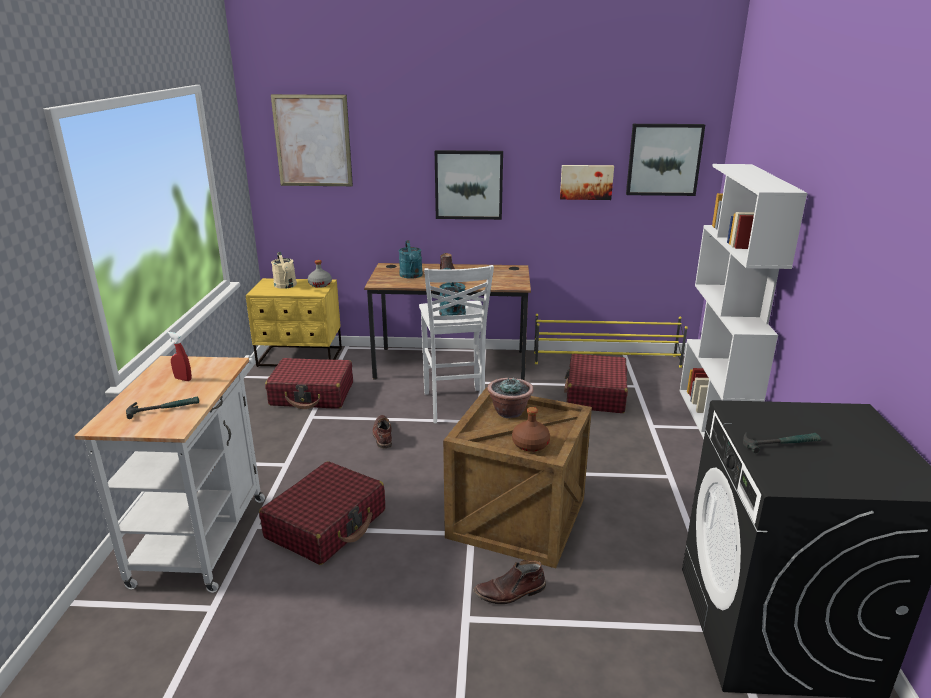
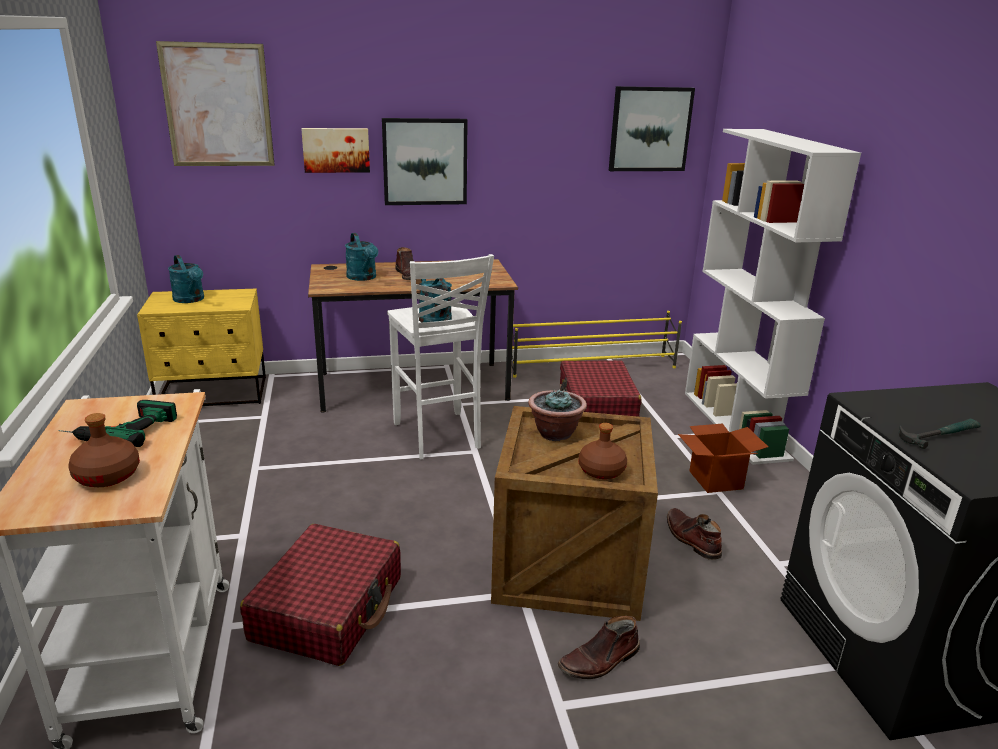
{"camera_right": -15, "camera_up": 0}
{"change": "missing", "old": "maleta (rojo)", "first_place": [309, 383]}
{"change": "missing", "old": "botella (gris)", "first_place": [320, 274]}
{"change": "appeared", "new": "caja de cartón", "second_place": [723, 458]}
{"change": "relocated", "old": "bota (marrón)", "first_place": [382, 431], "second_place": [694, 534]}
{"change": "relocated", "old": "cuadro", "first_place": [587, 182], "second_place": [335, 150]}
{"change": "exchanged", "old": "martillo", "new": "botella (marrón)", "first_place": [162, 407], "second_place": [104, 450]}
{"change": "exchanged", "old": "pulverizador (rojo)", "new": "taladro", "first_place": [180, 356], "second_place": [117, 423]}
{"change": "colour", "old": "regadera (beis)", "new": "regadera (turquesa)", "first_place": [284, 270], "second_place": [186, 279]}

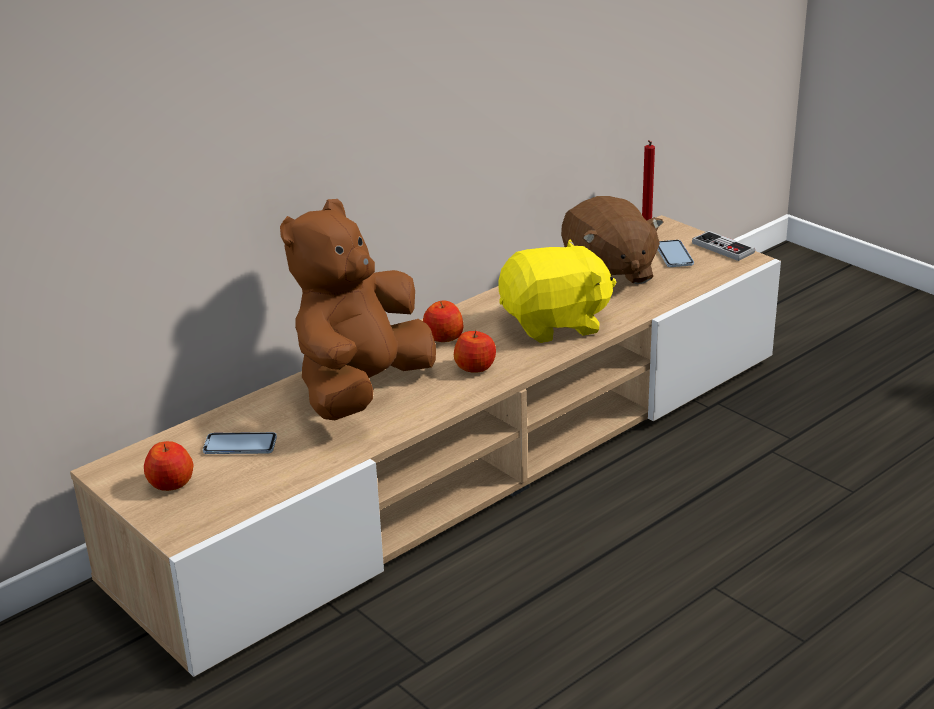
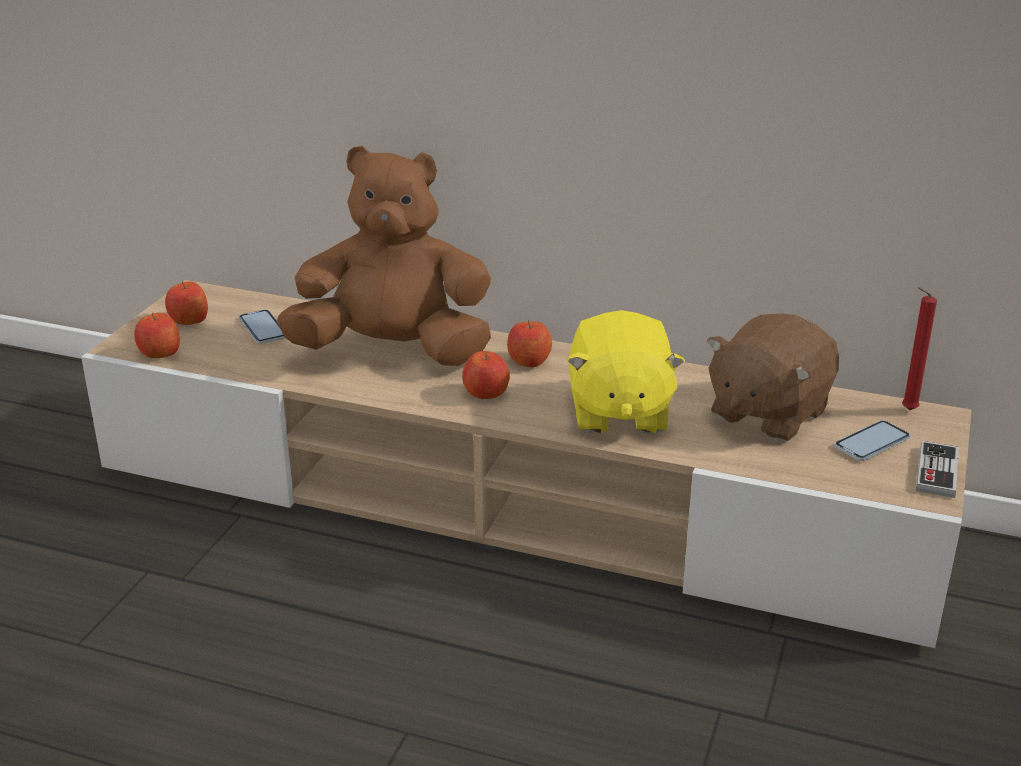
{"camera_right": 60, "camera_up": 0}
{"change": "appeared", "new": "manzana", "second_place": [157, 335]}
{"change": "spun", "old": "peluche (amarillo)", "first_place": [557, 291], "second_place": [625, 371], "degrees": 45}

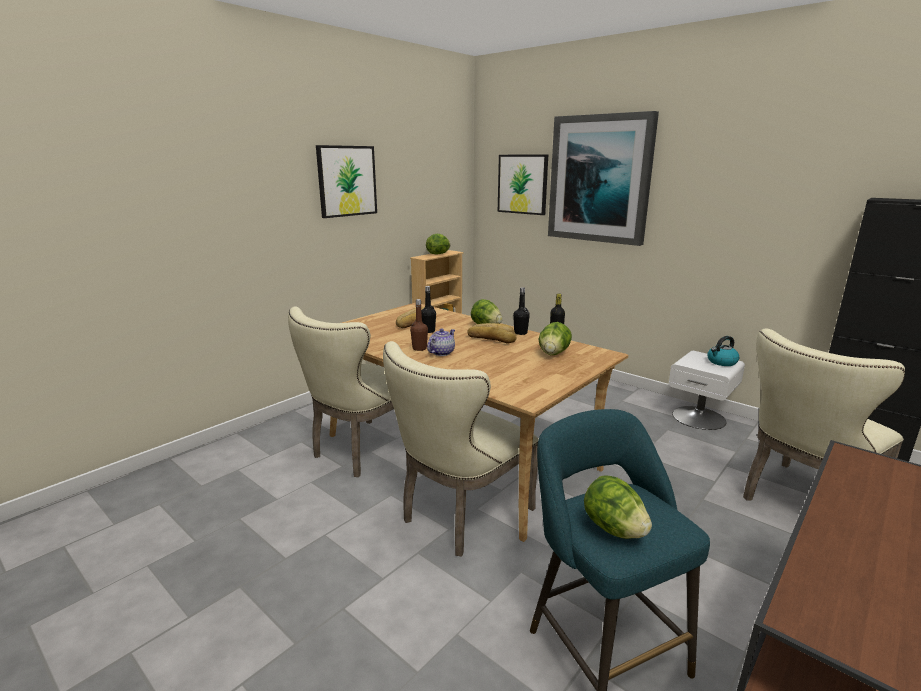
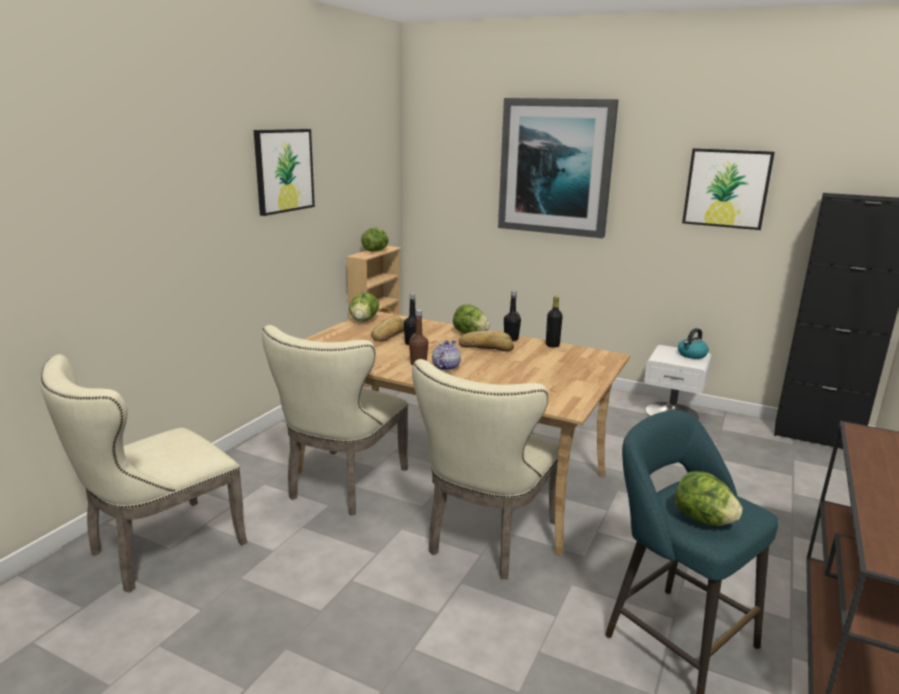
{"camera_right": -15, "camera_up": 0}
{"change": "relocated", "old": "cuadro", "first_place": [523, 184], "second_place": [728, 189]}
{"change": "relocated", "old": "lechuga", "first_place": [555, 338], "second_place": [364, 307]}
{"change": "relocated", "old": "silla (beis)", "first_place": [824, 414], "second_place": [143, 473]}

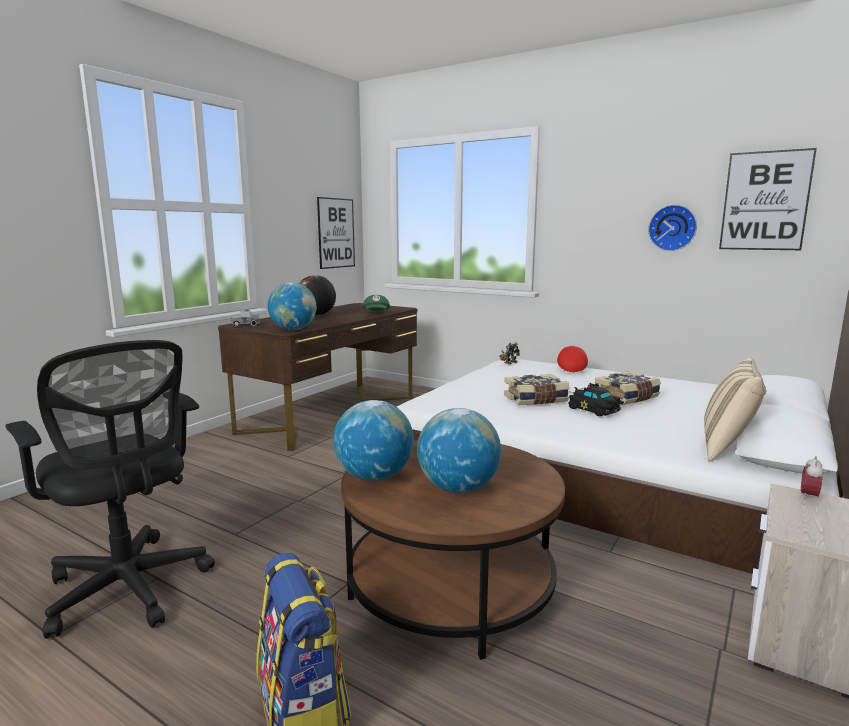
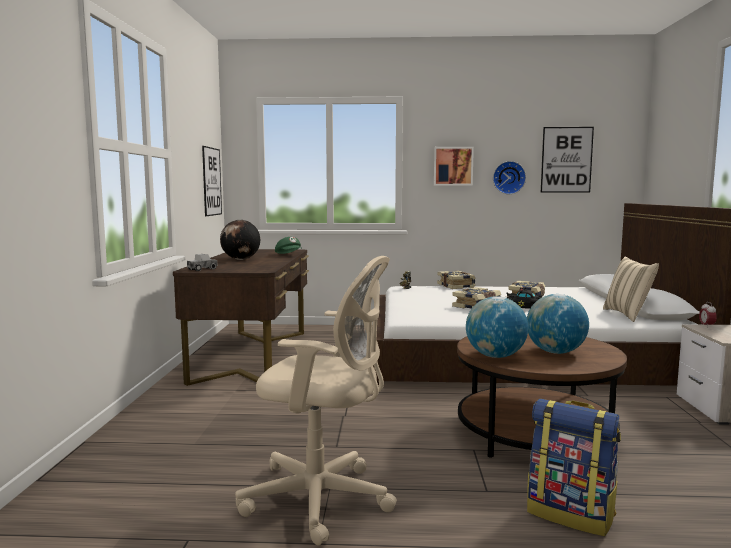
{"camera_right": -30, "camera_up": -5}
{"change": "missing", "old": "globo terráqueo", "first_place": [292, 306]}
{"change": "appeared", "new": "cuadro", "second_place": [454, 166]}
{"change": "exchanged", "old": "gorra (rojo)", "new": "libro", "first_place": [572, 358], "second_place": [456, 280]}
{"change": "colour", "old": "silla de oficina (negro)", "new": "silla de oficina (beis)", "first_place": [110, 489], "second_place": [316, 400]}

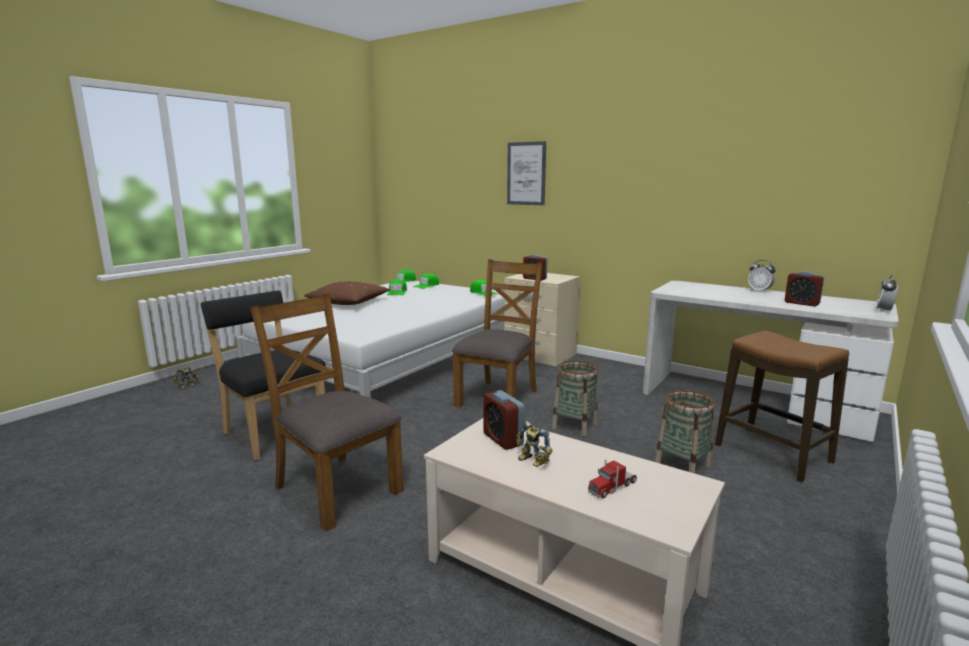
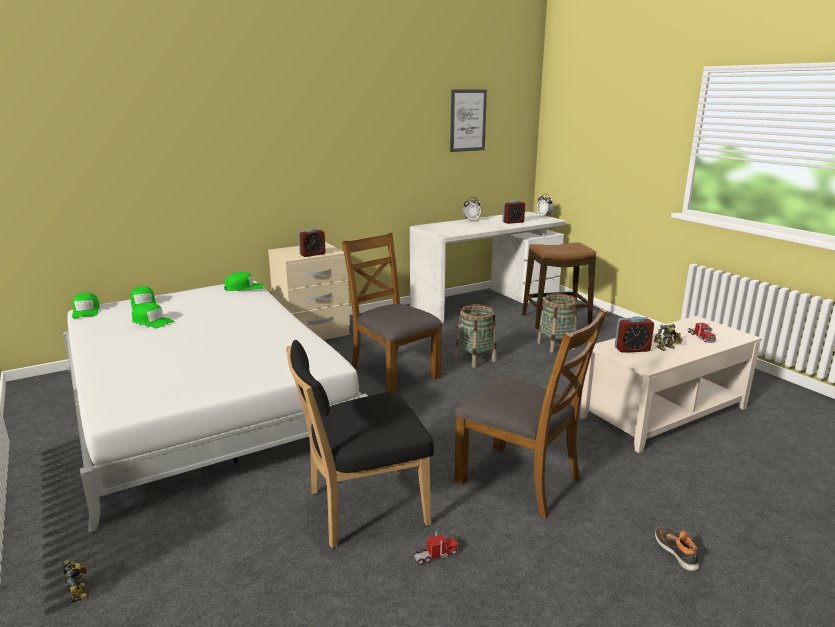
{"camera_right": -65, "camera_up": 5}
{"change": "missing", "old": "cojín (marrón)", "first_place": [347, 293]}
{"change": "appeared", "new": "camión de juguete", "second_place": [435, 548]}
{"change": "appeared", "new": "zapato", "second_place": [677, 549]}
{"change": "relocated", "old": "cuadro", "first_place": [526, 173], "second_place": [468, 121]}
{"change": "spun", "old": "silla (marrón)", "first_place": [326, 412], "second_place": [530, 413], "degrees": -120}

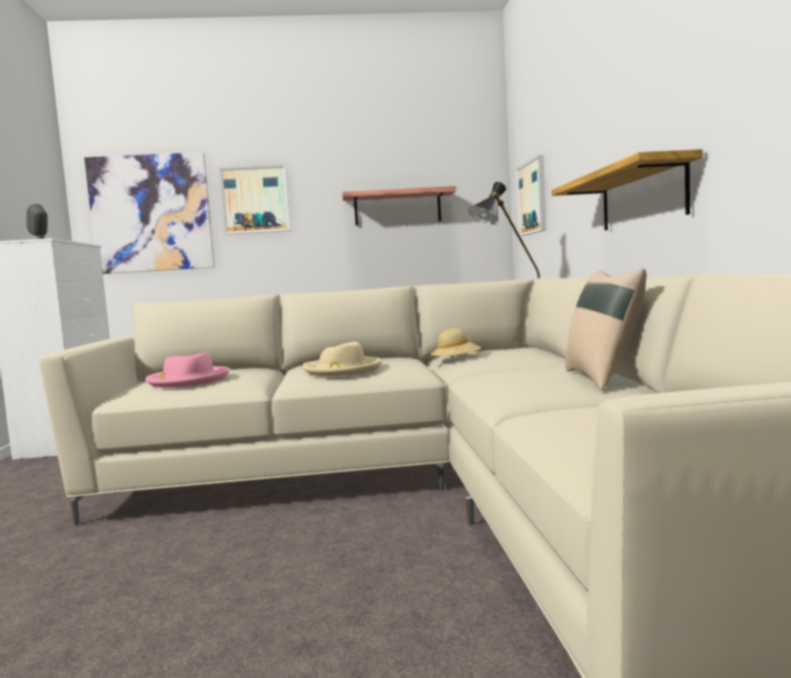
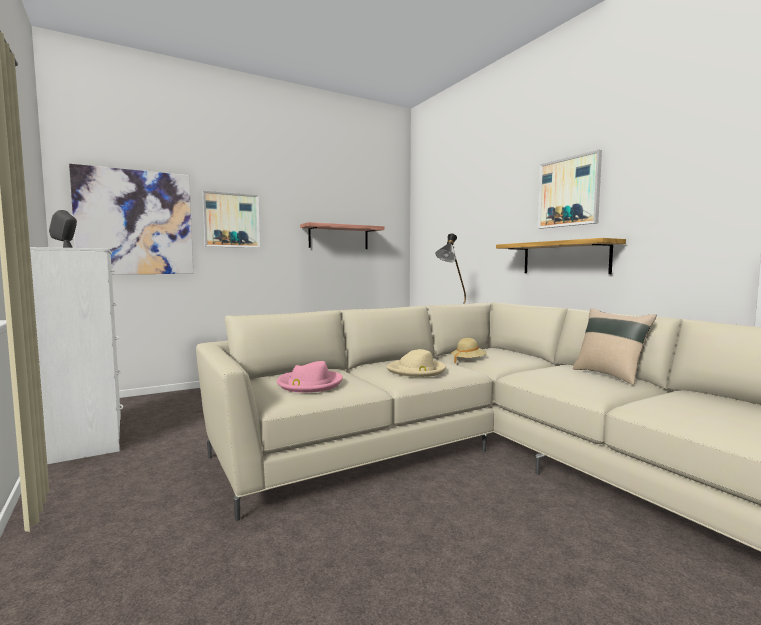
{"camera_right": -25, "camera_up": 0}
{"change": "relocated", "old": "cuadro", "first_place": [531, 195], "second_place": [570, 189]}

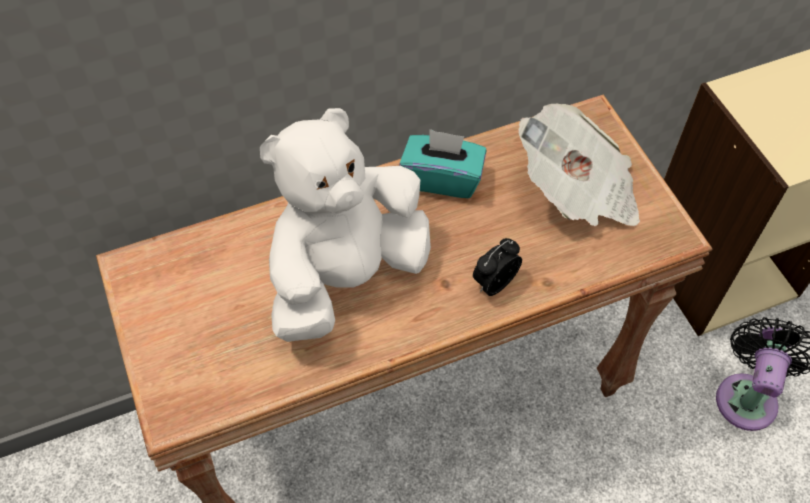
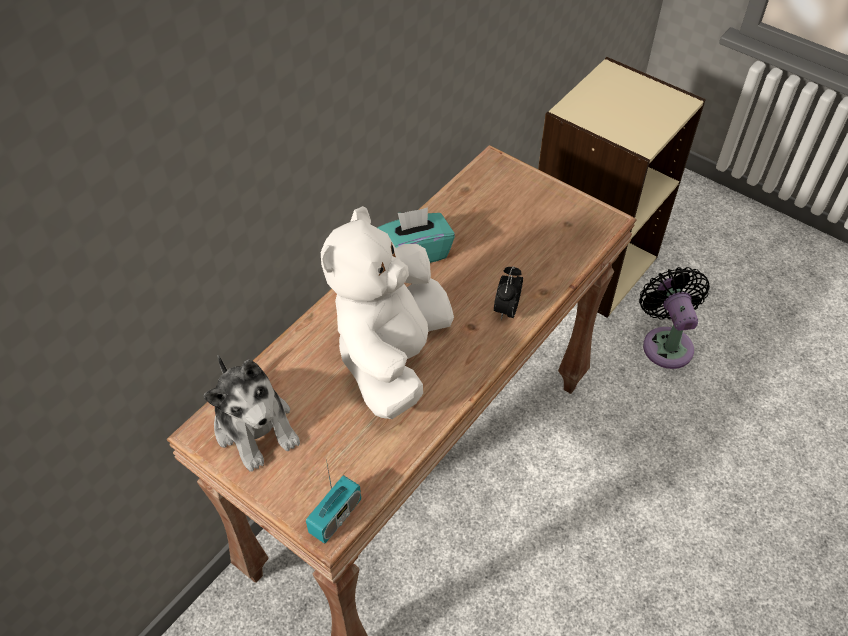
{"camera_right": -30, "camera_up": -5}
{"change": "missing", "old": "periódico", "first_place": [579, 165]}
{"change": "appeared", "new": "peluche", "second_place": [251, 413]}
{"change": "appeared", "new": "radio", "second_place": [333, 501]}

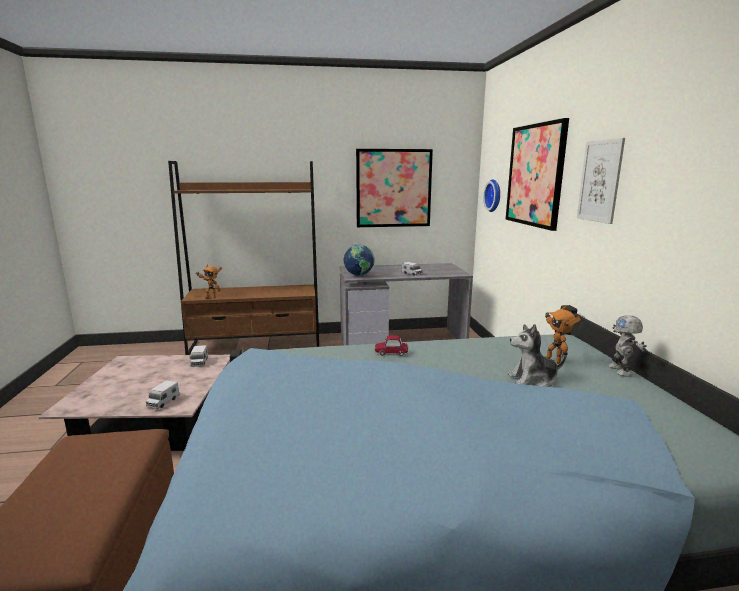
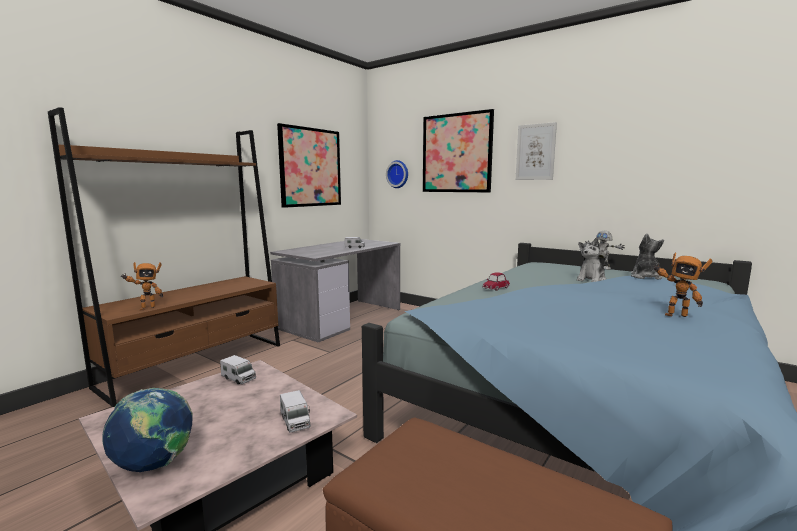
{"camera_right": -45, "camera_up": -5}
{"change": "appeared", "new": "peluche", "second_place": [647, 256]}
{"change": "relocated", "old": "globo terráqueo", "first_place": [359, 260], "second_place": [147, 430]}
{"change": "relocated", "old": "robot de juguete", "first_place": [563, 335], "second_place": [682, 285]}

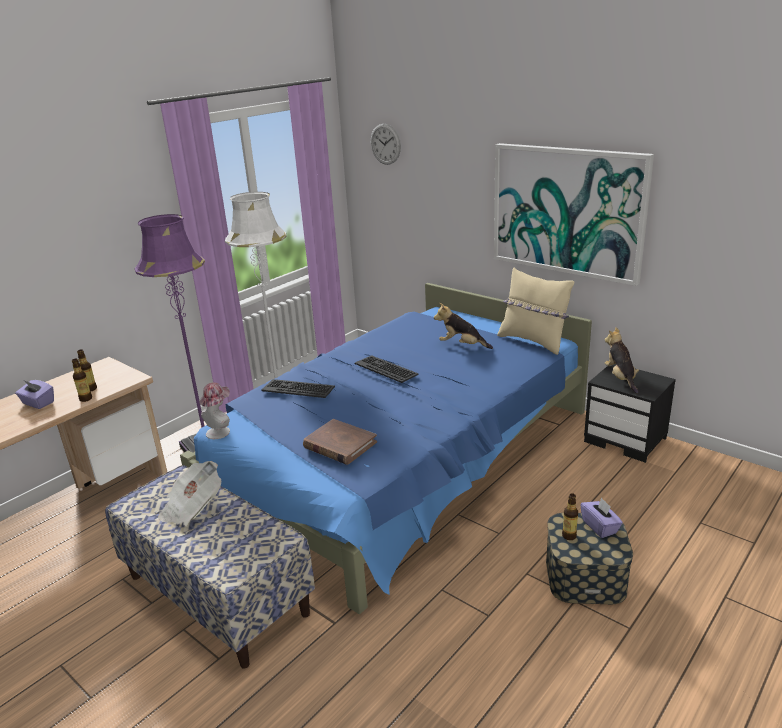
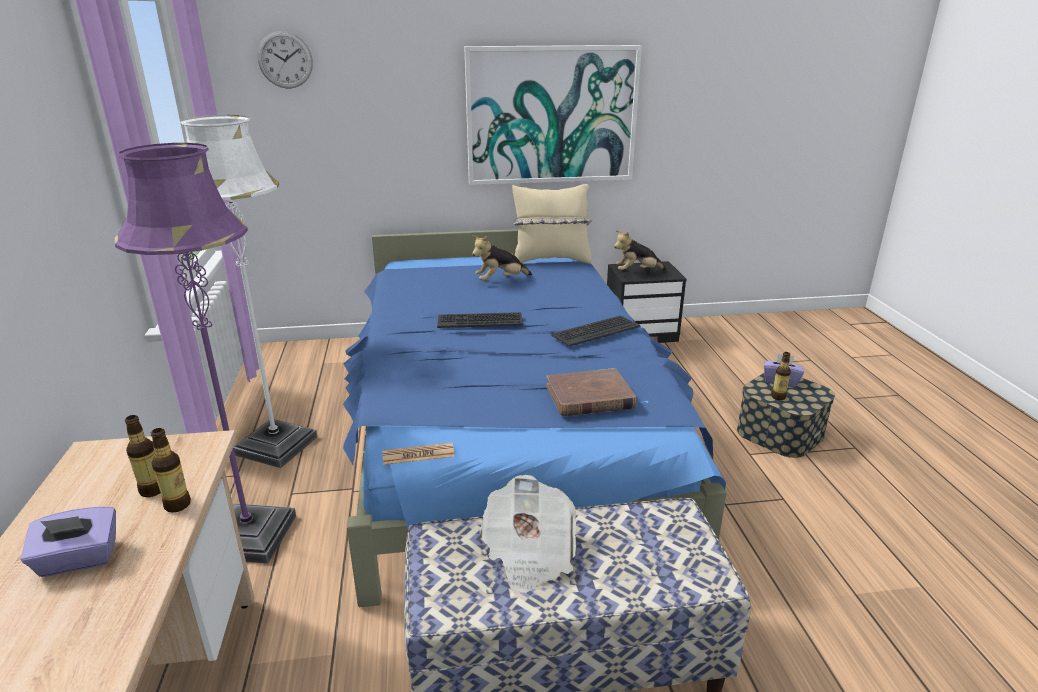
{"camera_right": -50, "camera_up": 0}
{"change": "relocated", "old": "teclado", "first_place": [298, 388], "second_place": [595, 330]}
{"change": "exchanged", "old": "sombrero", "new": "periódico", "first_place": [215, 410], "second_place": [419, 454]}
{"change": "spun", "old": "peluche", "first_place": [622, 360], "second_place": [640, 250], "degrees": -45}

